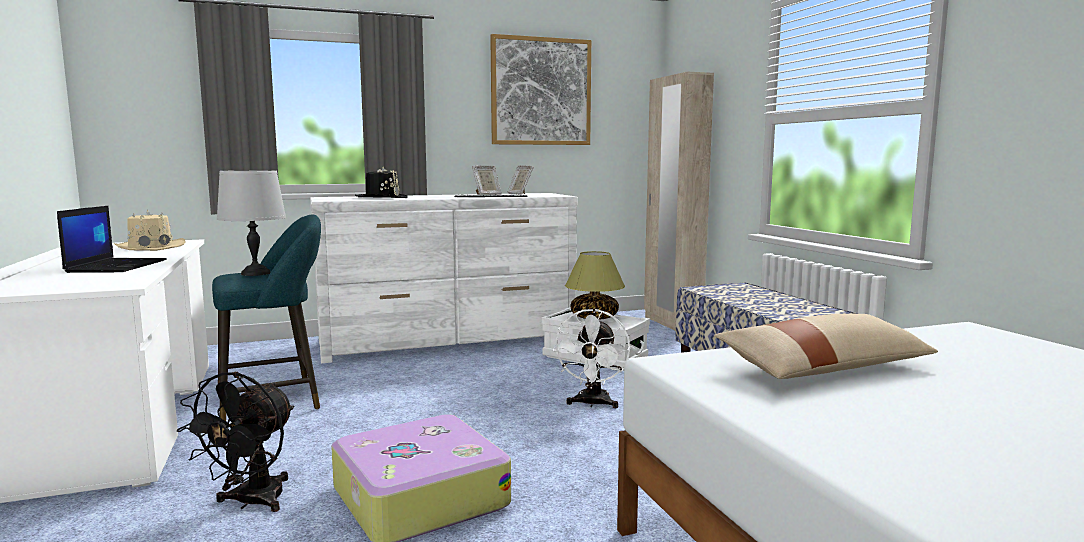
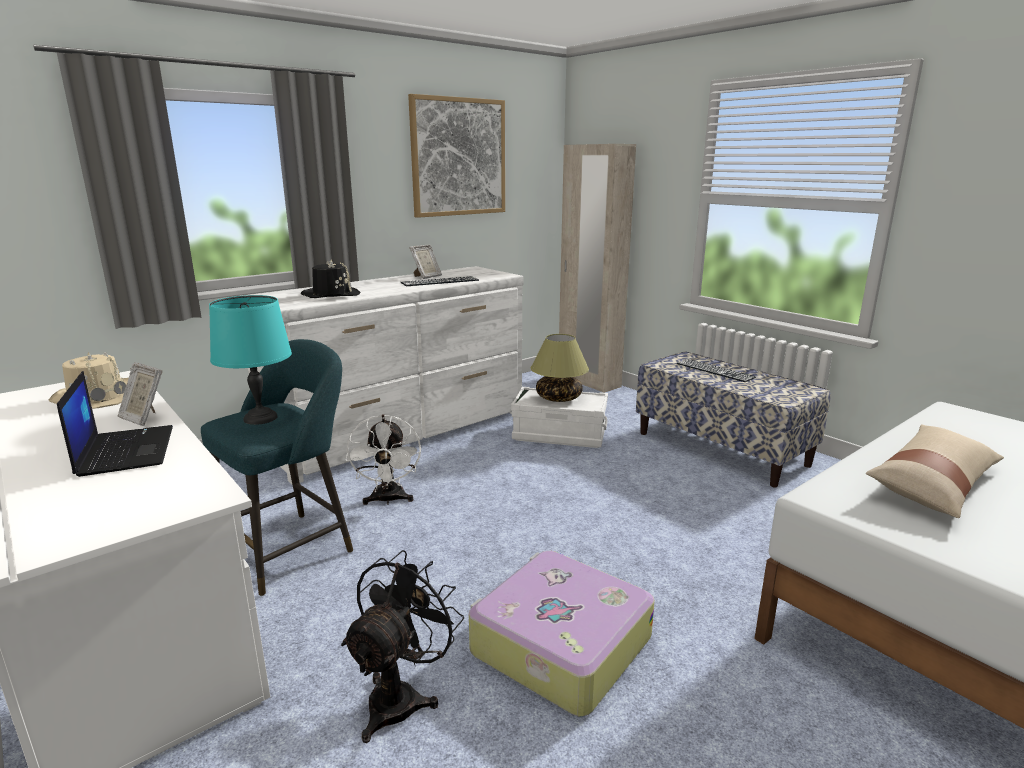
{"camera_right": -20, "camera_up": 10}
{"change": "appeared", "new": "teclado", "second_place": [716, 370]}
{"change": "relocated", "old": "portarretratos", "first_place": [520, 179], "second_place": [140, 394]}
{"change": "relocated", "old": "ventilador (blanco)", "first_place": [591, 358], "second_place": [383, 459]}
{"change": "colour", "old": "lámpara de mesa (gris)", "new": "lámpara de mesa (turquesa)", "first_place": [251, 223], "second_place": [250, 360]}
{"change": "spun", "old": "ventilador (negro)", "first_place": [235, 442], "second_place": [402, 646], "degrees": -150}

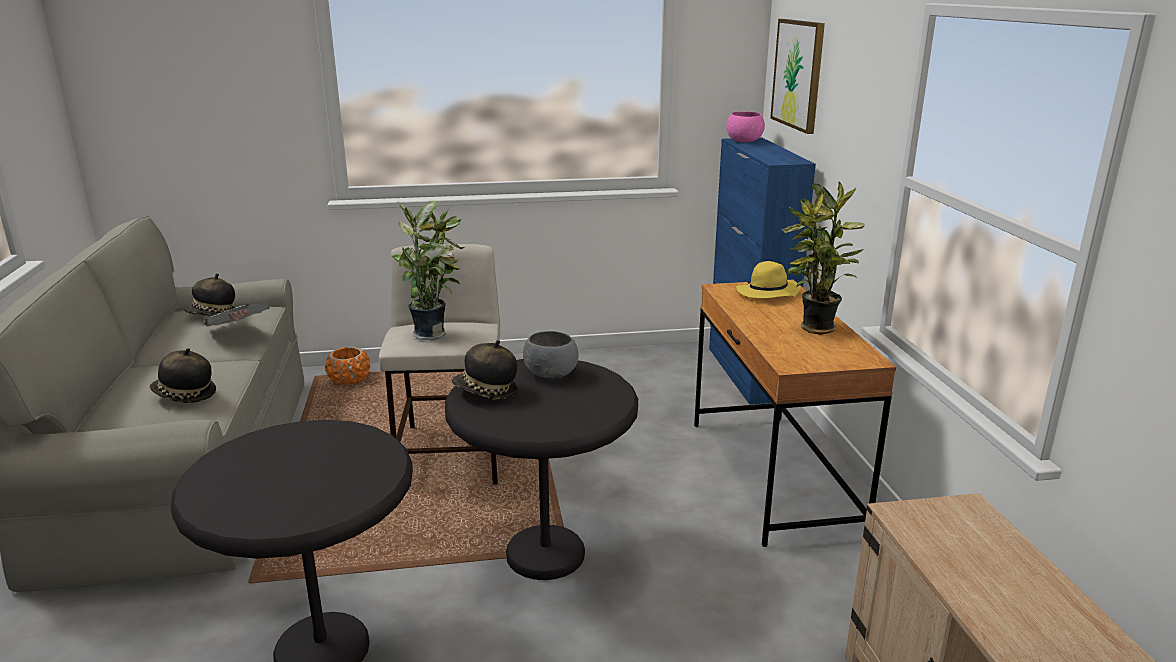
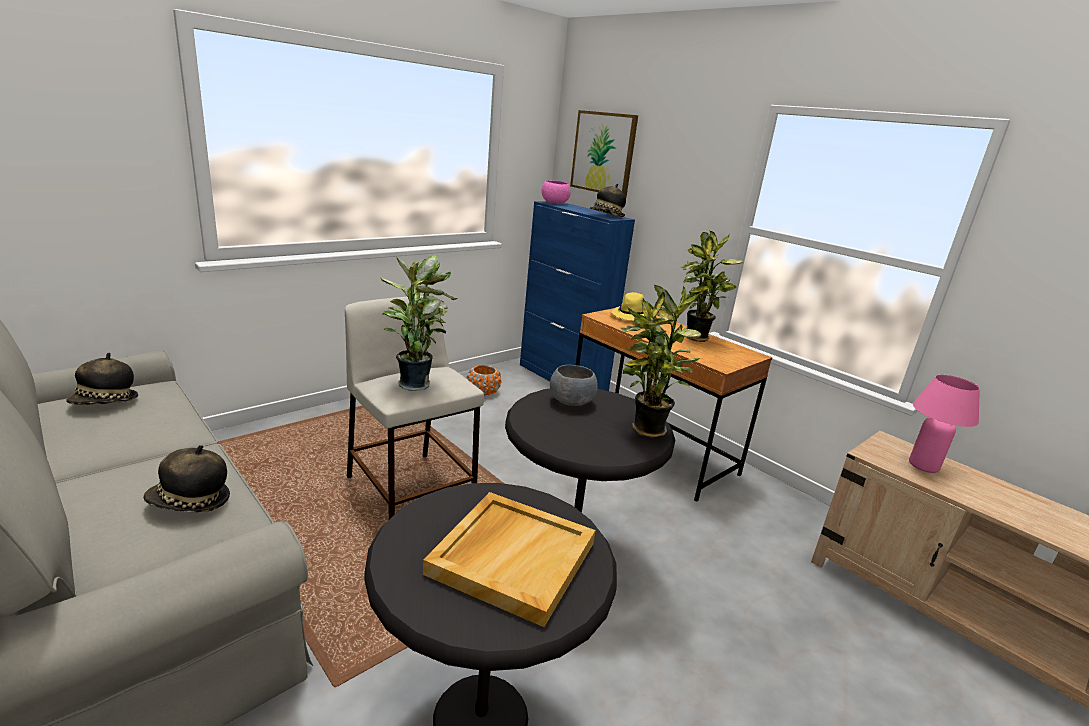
{"camera_right": -35, "camera_up": 0}
{"change": "missing", "old": "periódico", "first_place": [236, 314]}
{"change": "appeared", "new": "bandeja (beis)", "second_place": [509, 559]}
{"change": "appeared", "new": "planta en maceta", "second_place": [660, 361]}
{"change": "appeared", "new": "lámpara de mesa (rosa)", "second_place": [944, 424]}
{"change": "relocated", "old": "maceta (naranja)", "first_place": [347, 366], "second_place": [483, 380]}
{"change": "relocated", "old": "sombrero", "first_place": [485, 370], "second_place": [608, 200]}

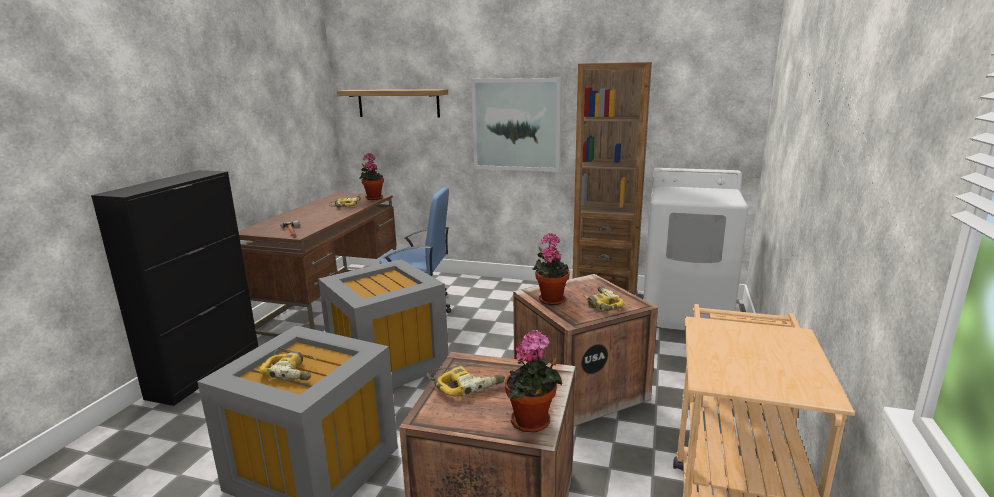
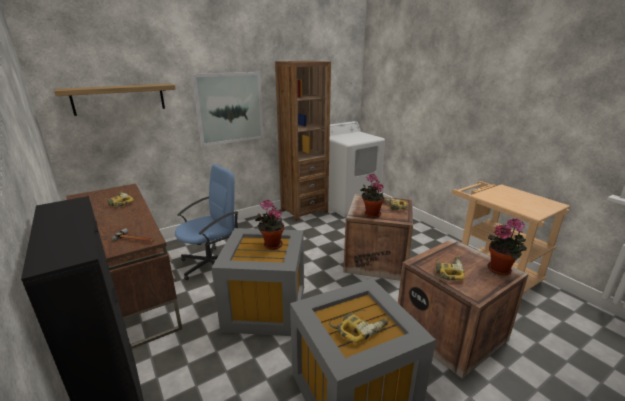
{"camera_right": -50, "camera_up": 5}
{"change": "relocated", "old": "planta en maceta", "first_place": [372, 176], "second_place": [269, 225]}

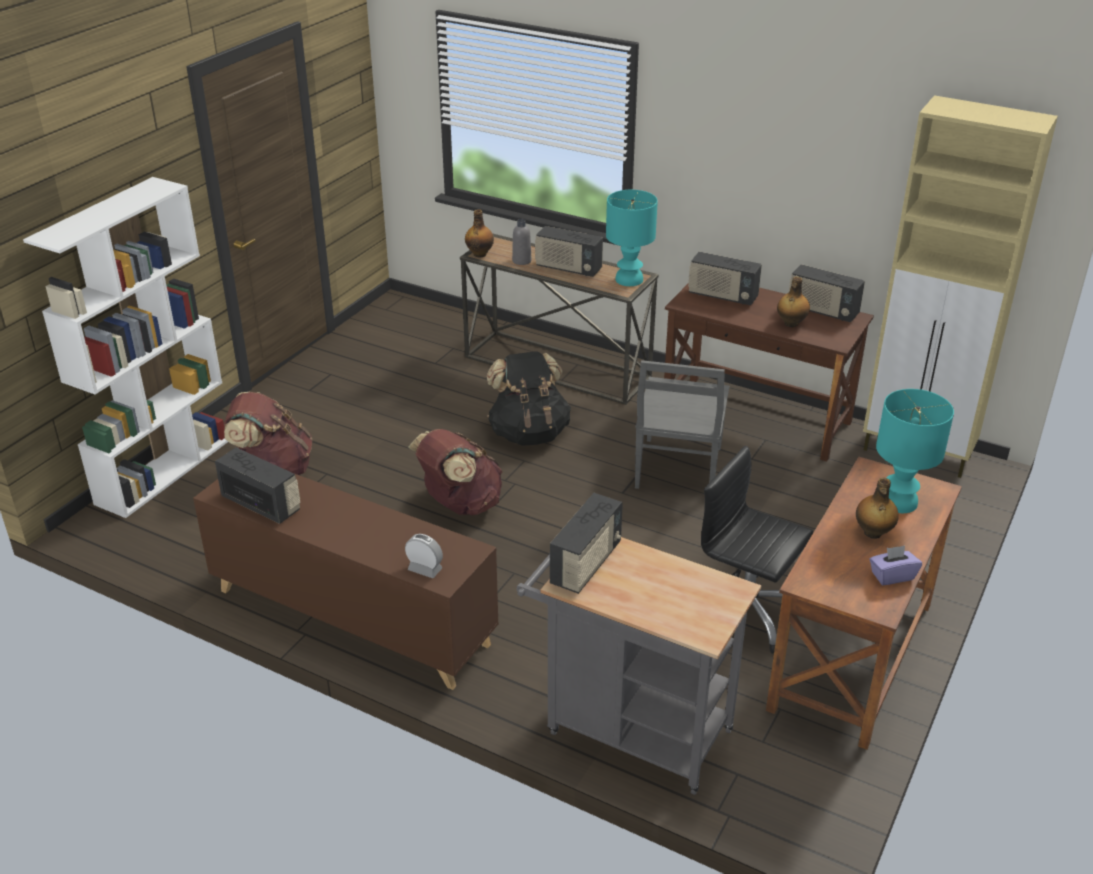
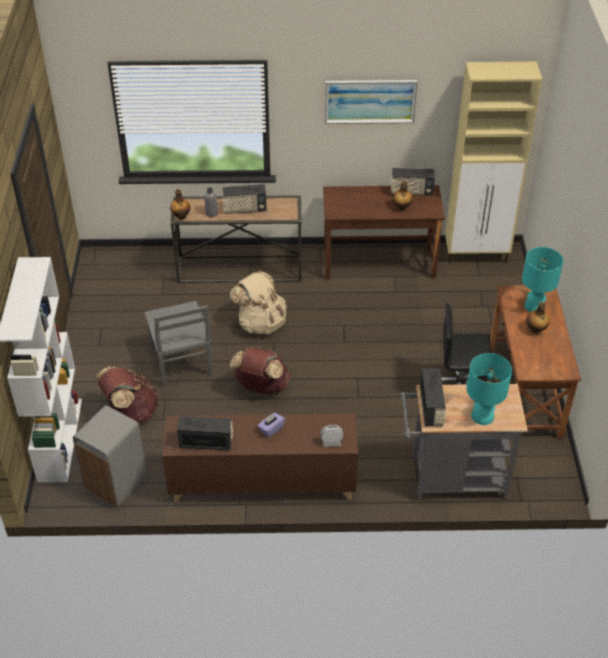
{"camera_right": -30, "camera_up": 10}
{"change": "missing", "old": "radio", "first_place": [725, 278]}
{"change": "appeared", "new": "papelera (gris)", "second_place": [110, 456]}
{"change": "appeared", "new": "cuadro", "second_place": [371, 102]}
{"change": "relocated", "old": "lámpara de mesa (turquesa)", "first_place": [632, 238], "second_place": [489, 389]}
{"change": "relocated", "old": "silla (gris)", "first_place": [682, 424], "second_place": [178, 343]}
{"change": "relocated", "old": "caja de pañuelos (morado)", "first_place": [896, 565], "second_place": [271, 425]}
{"change": "colour", "old": "mochila (negro)", "new": "mochila (beis)", "first_place": [529, 399], "second_place": [258, 303]}

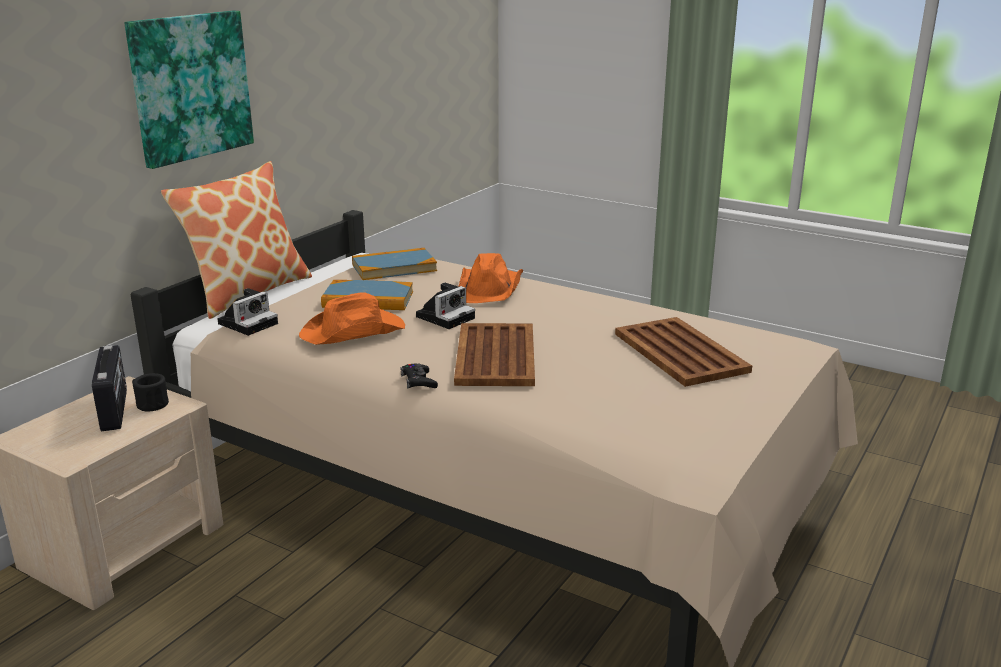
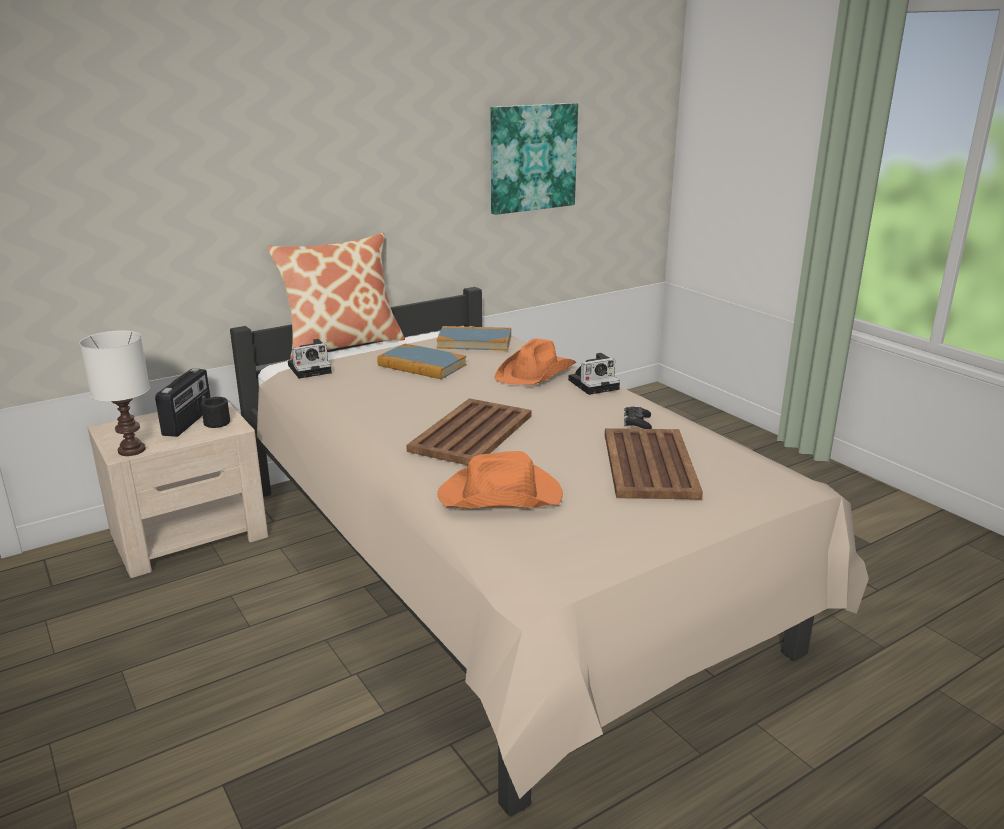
{"camera_right": 25, "camera_up": 0}
{"change": "appeared", "new": "lámpara de mesa (blanco)", "second_place": [115, 393]}
{"change": "relocated", "old": "cuadro", "first_place": [189, 89], "second_place": [534, 159]}
{"change": "relocated", "old": "sombrero (naranja)", "first_place": [352, 318], "second_place": [500, 479]}
{"change": "relocated", "old": "mando de consola (negro)", "first_place": [419, 376], "second_place": [638, 417]}
{"change": "relocated", "old": "cámara", "first_place": [445, 306], "second_place": [594, 374]}

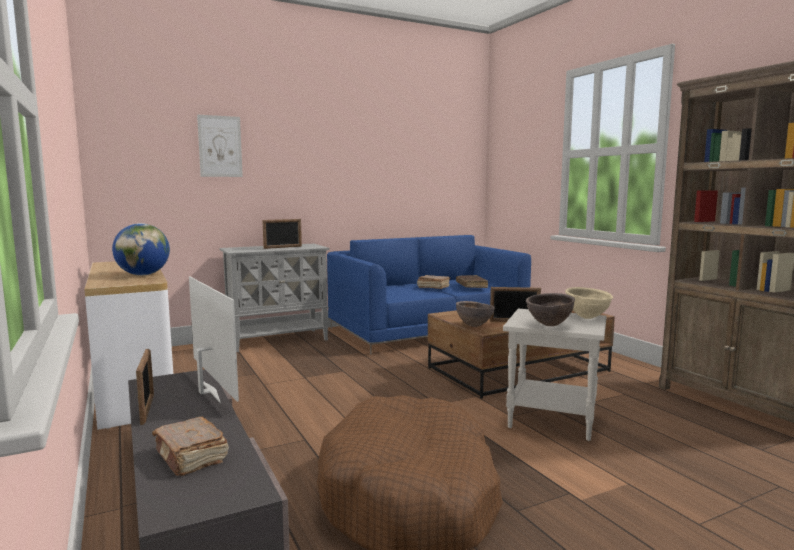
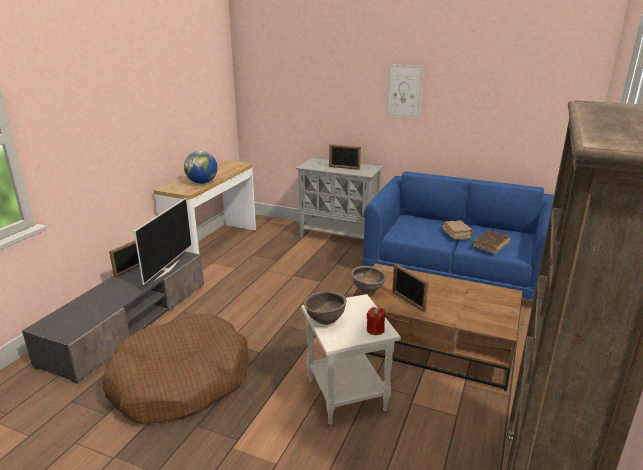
{"camera_right": 50, "camera_up": 15}
{"change": "missing", "old": "libro (marrón)", "first_place": [190, 446]}
{"change": "relocated", "old": "cuadro", "first_place": [220, 146], "second_place": [404, 91]}
{"change": "exchanged", "old": "cuenco (beis)", "new": "vela (rojo)", "first_place": [589, 303], "second_place": [376, 321]}

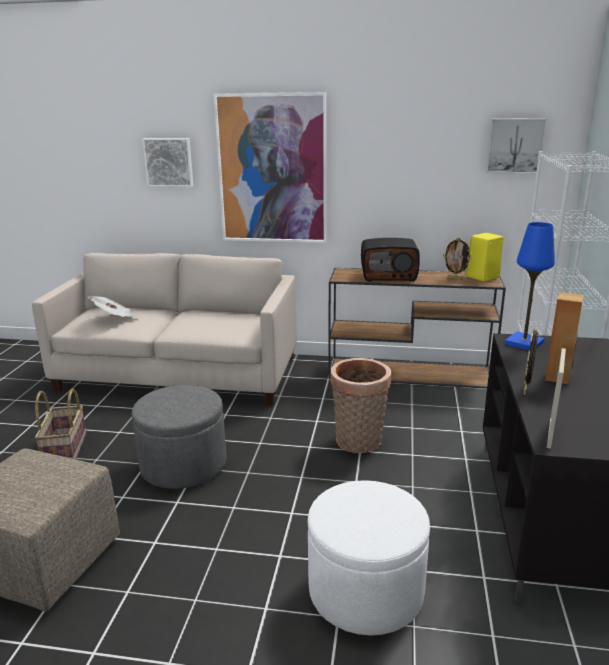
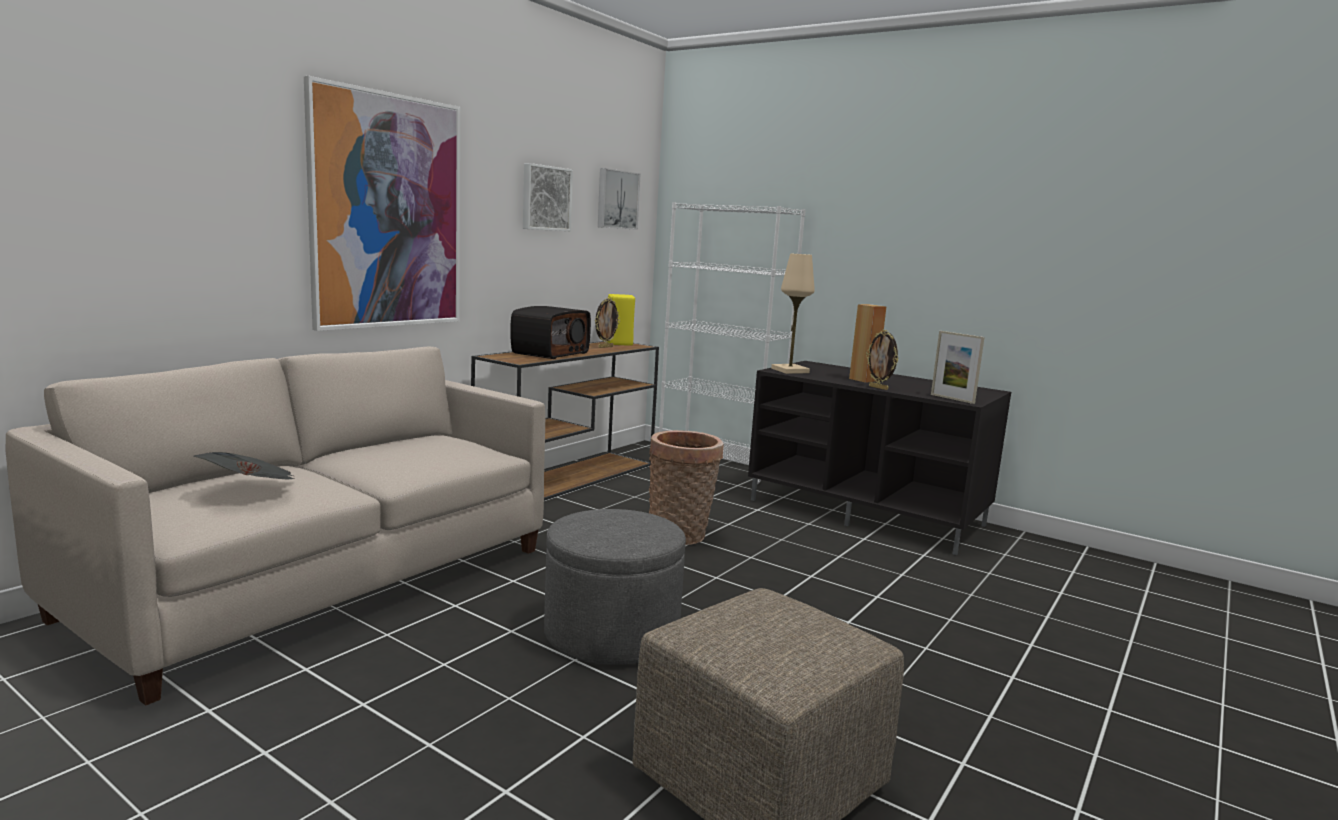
{"camera_right": -65, "camera_up": -10}
{"change": "missing", "old": "cesta", "first_place": [61, 424]}
{"change": "missing", "old": "puf (blanco)", "first_place": [369, 558]}
{"change": "relocated", "old": "cuadro", "first_place": [167, 162], "second_place": [548, 197]}
{"change": "colour", "old": "lámpara de mesa (azul)", "new": "lámpara de mesa (beis)", "first_place": [530, 286], "second_place": [793, 314]}

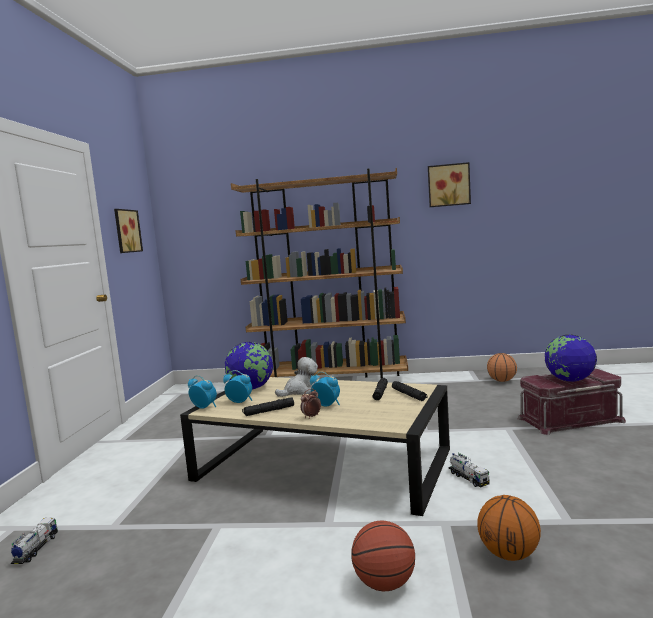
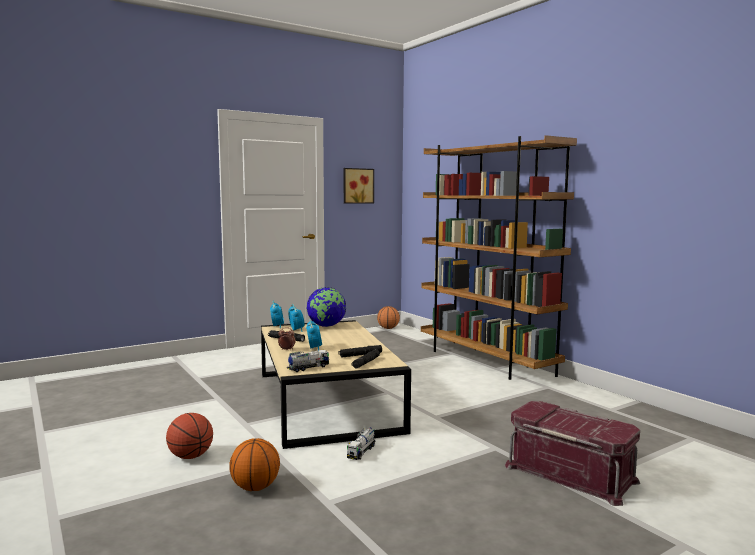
{"camera_right": 50, "camera_up": 0}
{"change": "missing", "old": "peluche", "first_place": [296, 377]}
{"change": "missing", "old": "cuadro", "first_place": [449, 184]}
{"change": "missing", "old": "globo terráqueo", "first_place": [571, 358]}
{"change": "relocated", "old": "camión de juguete", "first_place": [34, 541], "second_place": [308, 360]}
{"change": "relocated", "old": "balón de baloncesto", "first_place": [502, 367], "second_place": [388, 317]}

